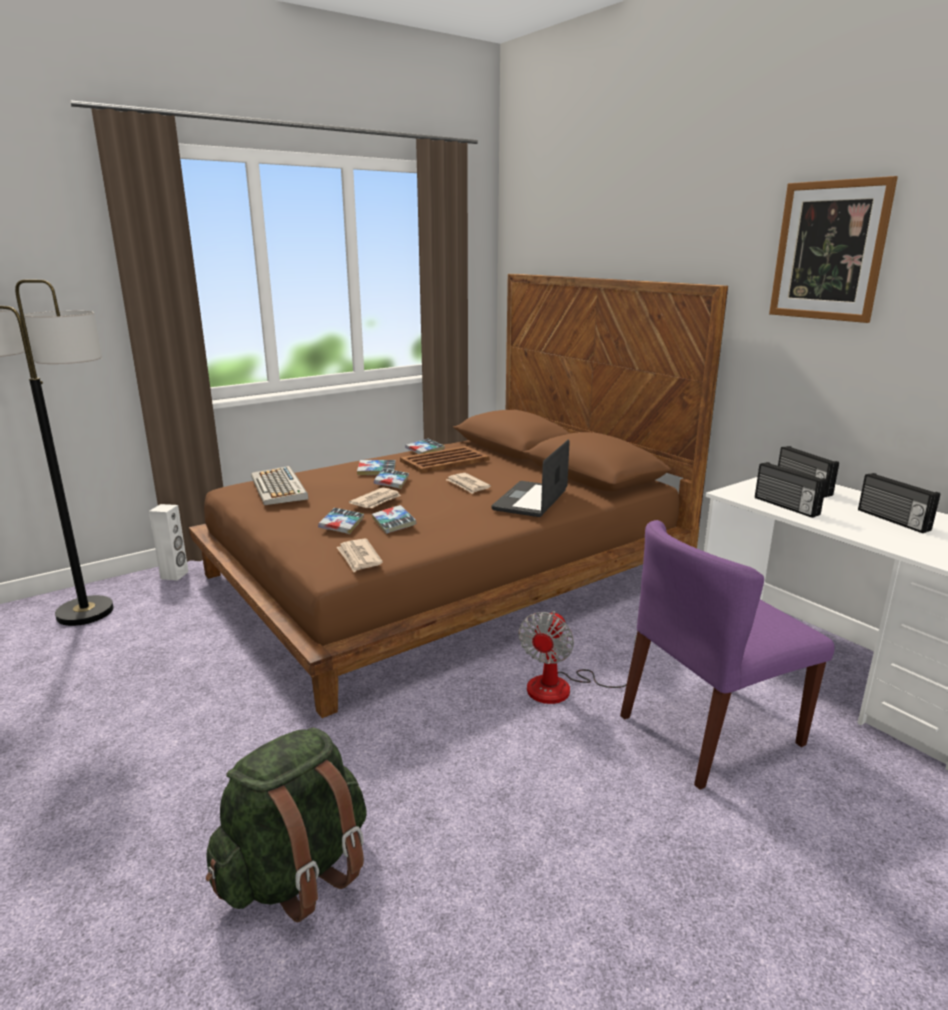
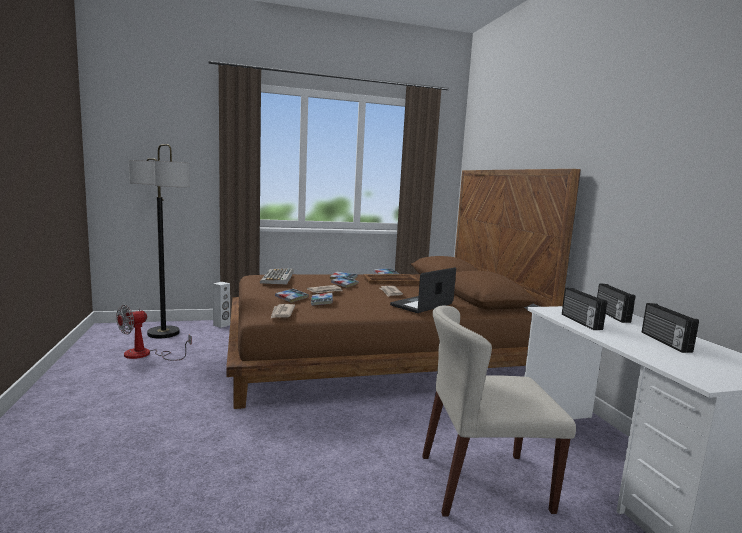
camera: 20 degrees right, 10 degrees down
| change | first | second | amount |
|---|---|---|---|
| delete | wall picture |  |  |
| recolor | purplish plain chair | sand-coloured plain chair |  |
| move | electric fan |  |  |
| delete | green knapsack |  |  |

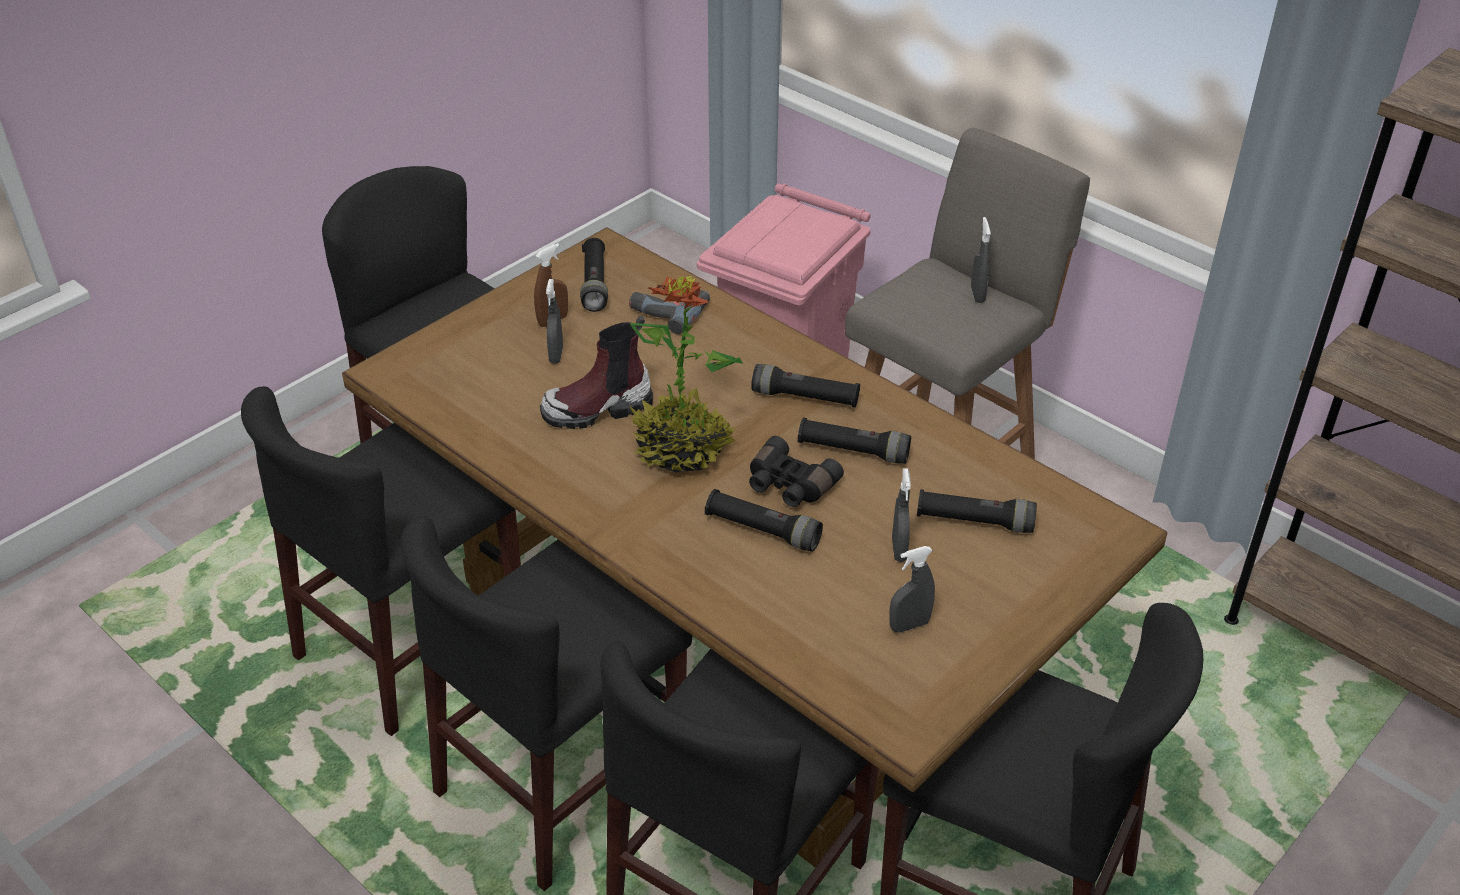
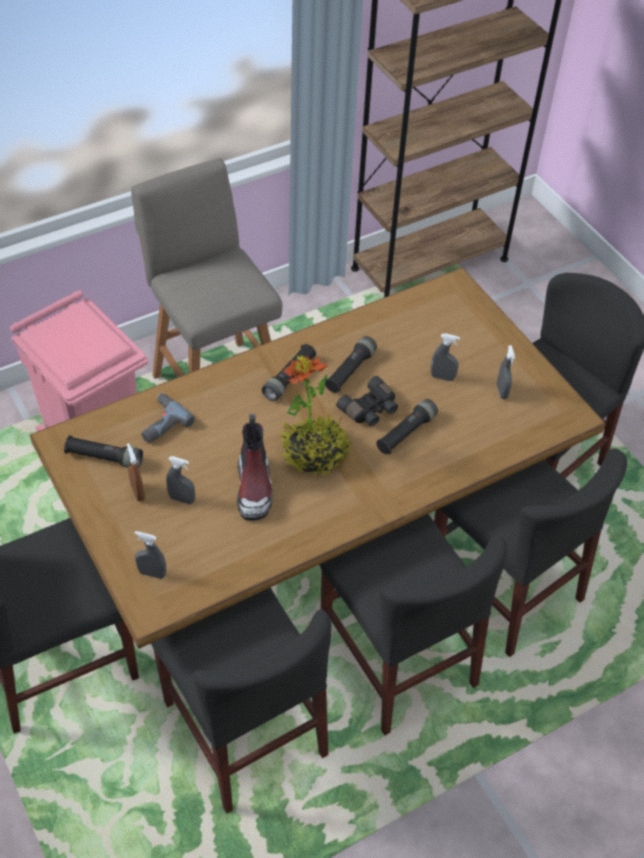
camera: 75 degrees left, 10 degrees up
| change | first | second | amount |
|---|---|---|---|
| move | greyish hand sprayer (4th from left in the first image) | greyish hand sprayer (1st from left) |  |
| delete | blackish torch (5th from left) |  |  |

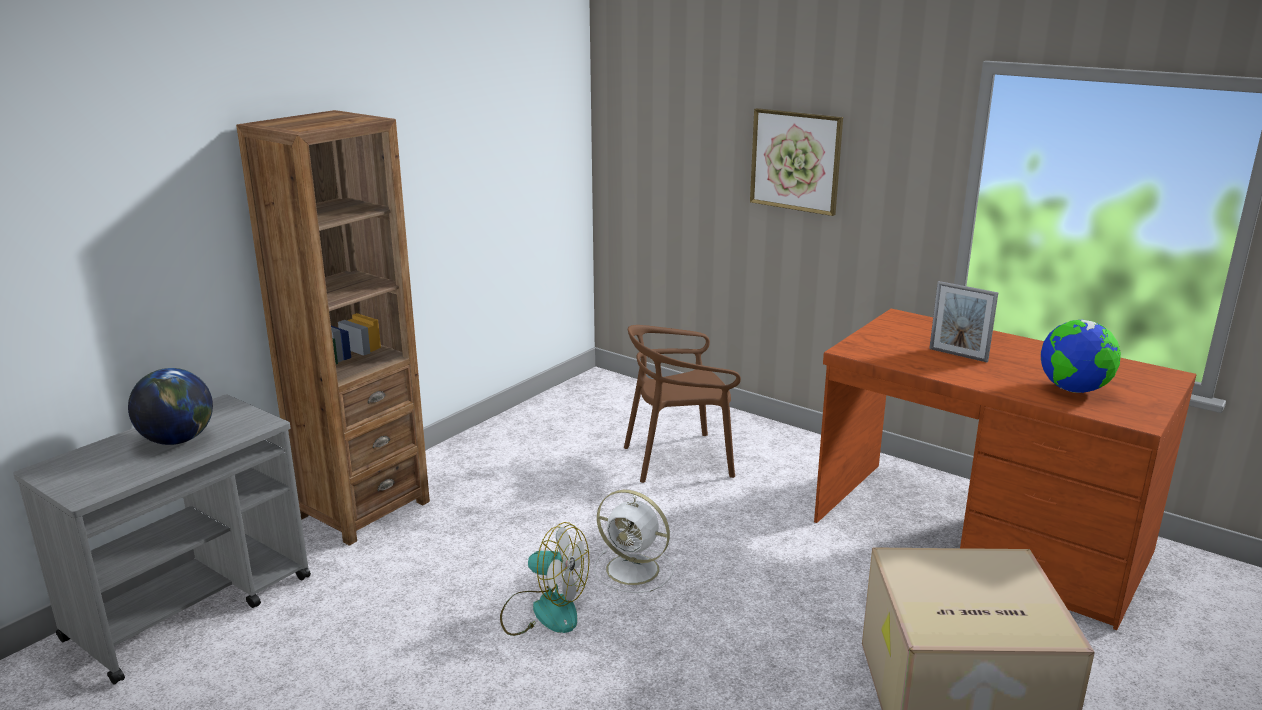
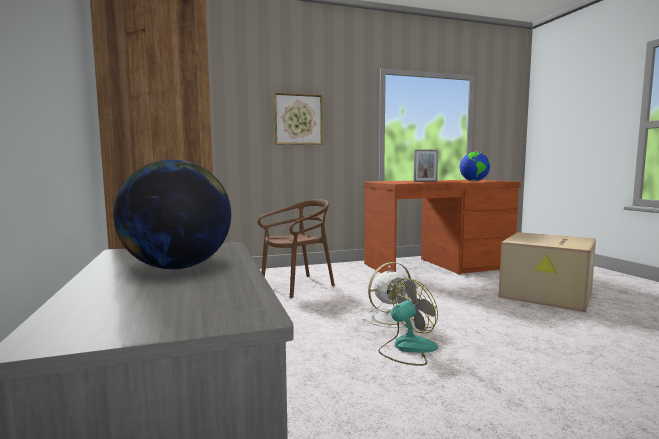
camera: 55 degrees left, 15 degrees down
| change | first | second | amount |
|---|---|---|---|
| rotate | brownish plain chair |  | 150 degrees counterclockwise |

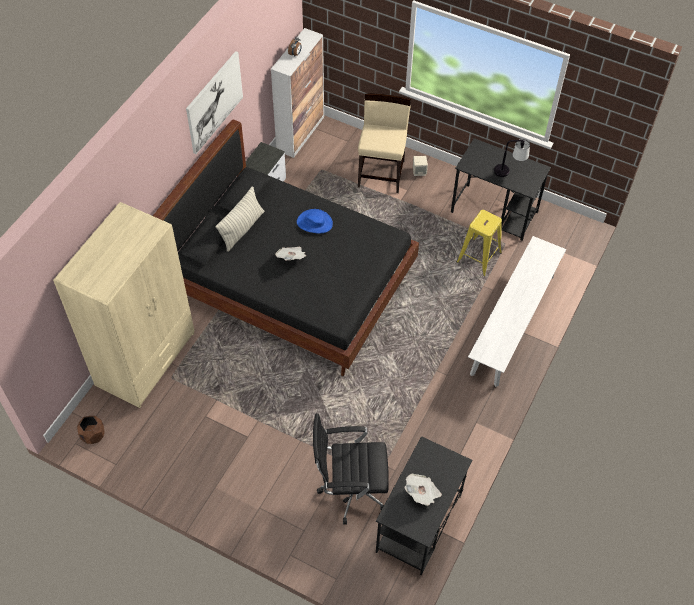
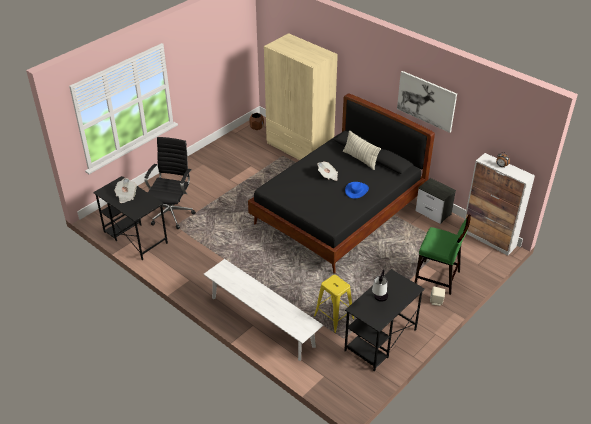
camera: 105 degrees right, 15 degrees down
| change | first | second | amount |
|---|---|---|---|
| recolor | sand-coloured plain chair | green plain chair |  |

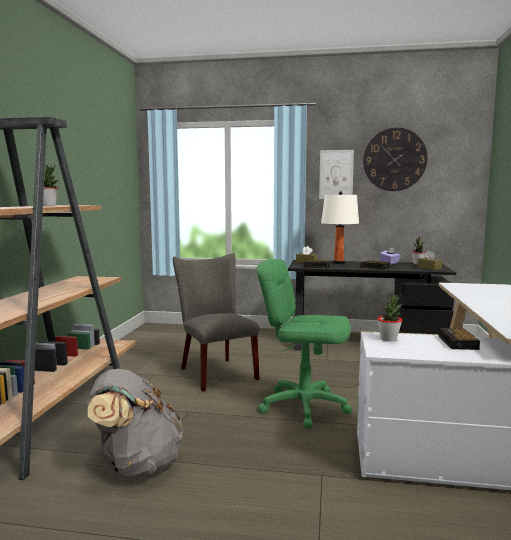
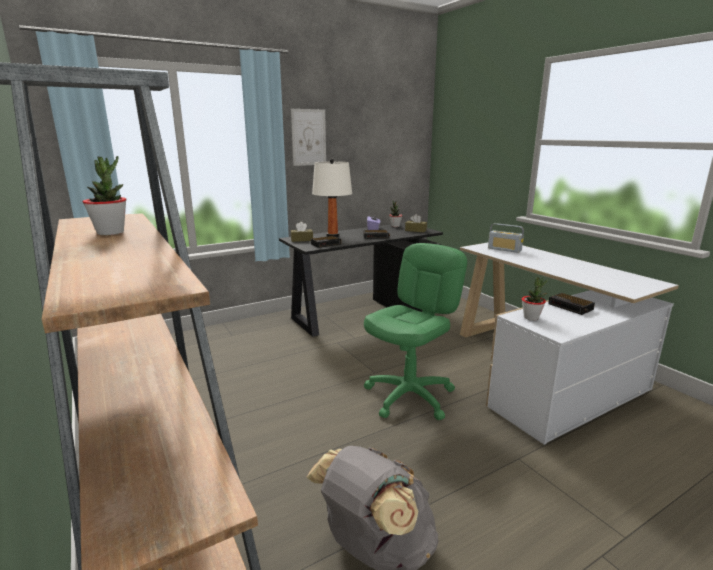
camera: 40 degrees left, 10 degrees up
| change | first | second | amount |
|---|---|---|---|
| delete | clock on the wall |  |  |
| delete | greyish plain chair |  |  |
| rotate | green desk chair |  | 150 degrees clockwise |
| insert |  | radio |  |

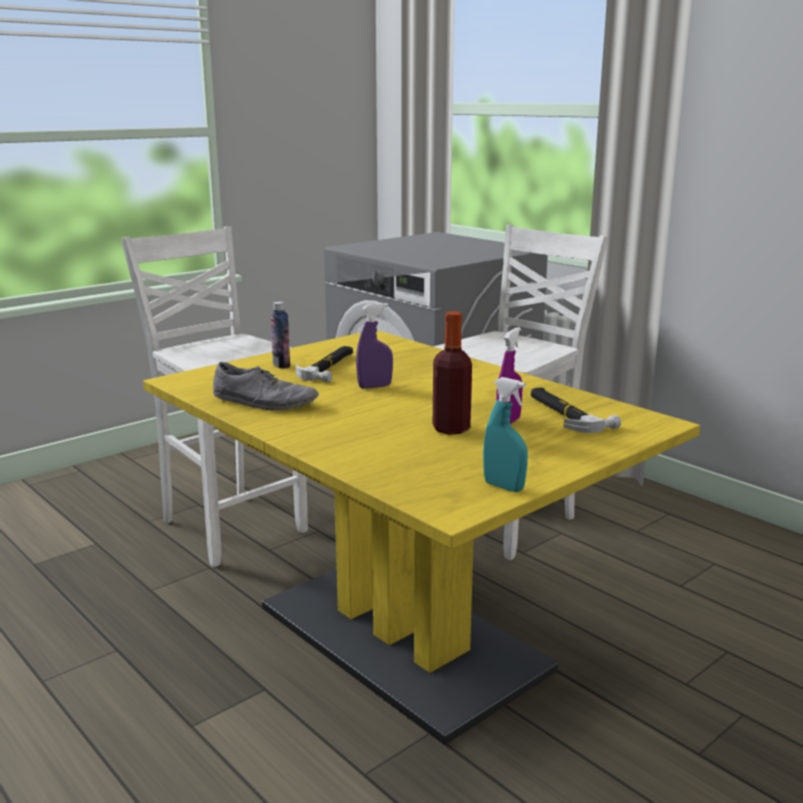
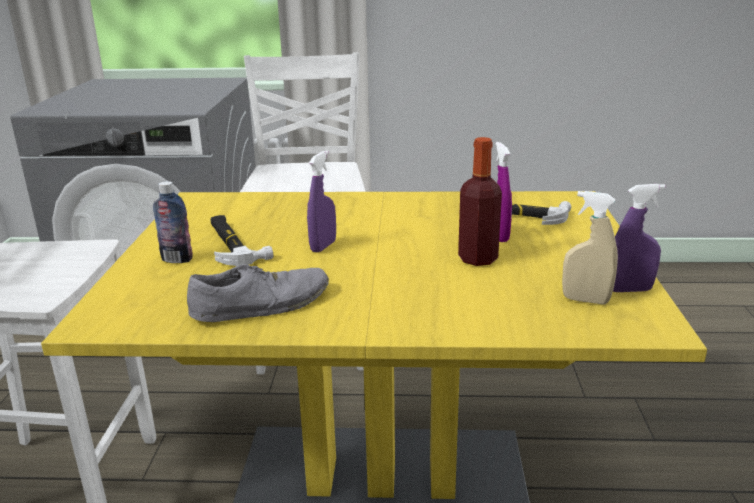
camera: 45 degrees left, 5 degrees up
| change | first | second | amount |
|---|---|---|---|
| recolor | turquoise hand sprayer | purplish hand sprayer (3rd from left) |  |
| insert |  | sand-coloured hand sprayer |  |

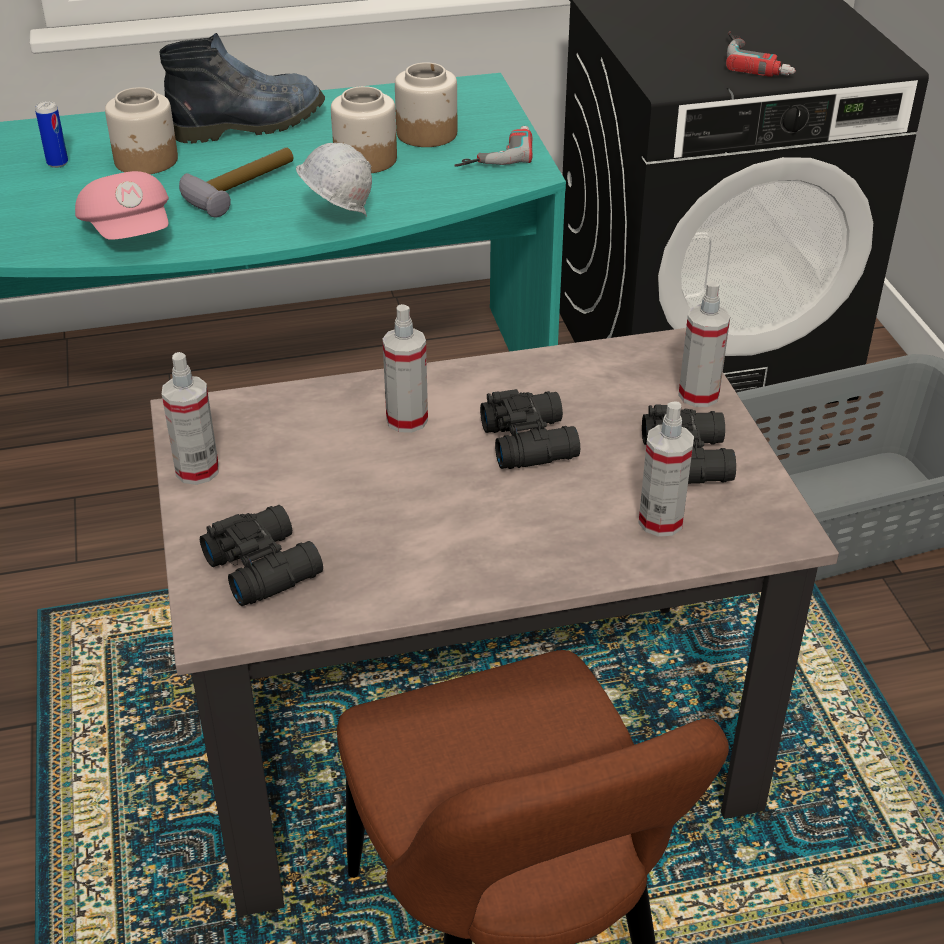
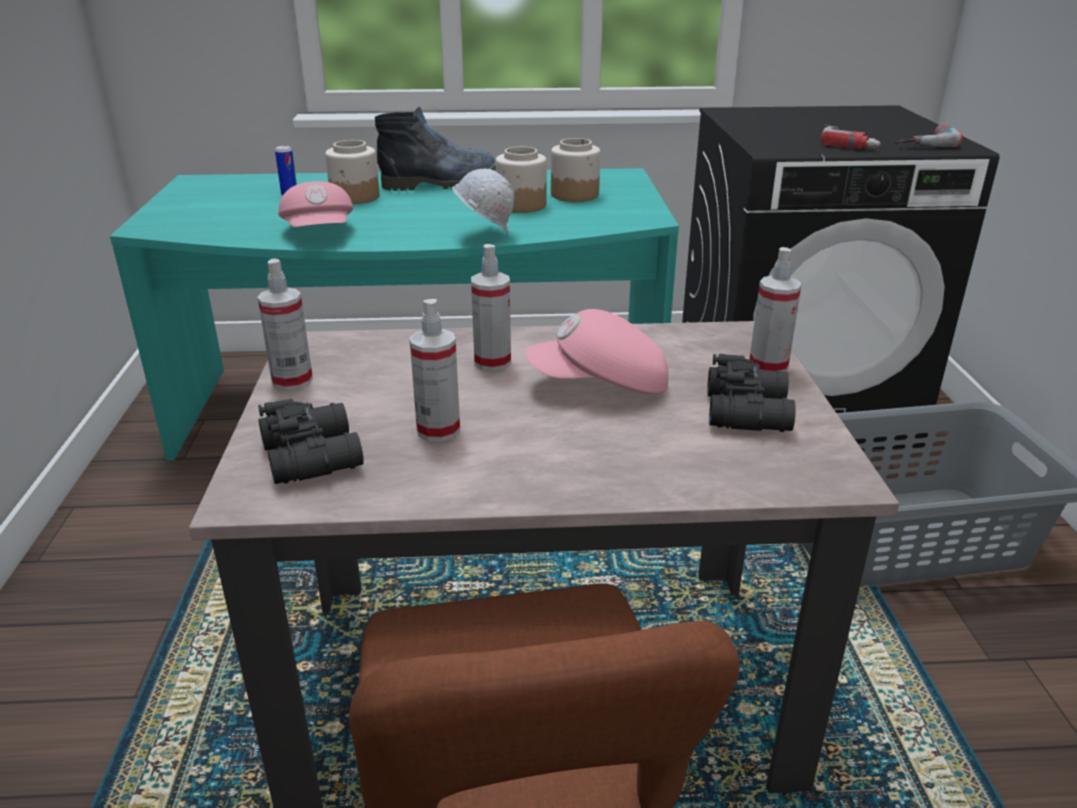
camera: 10 degrees right, 10 degrees down
| change | first | second | amount |
|---|---|---|---|
| move | electric drill (1st from left in the first image) | electric drill (2nd from left) |  |
| delete | hammer |  |  |
| replace | blackish pair of binoculars (2nd from left) | pink baseball cap (2nd from left) |  |
| move | hand sprayer (3rd from left in the first image) | hand sprayer (2nd from left) |  |

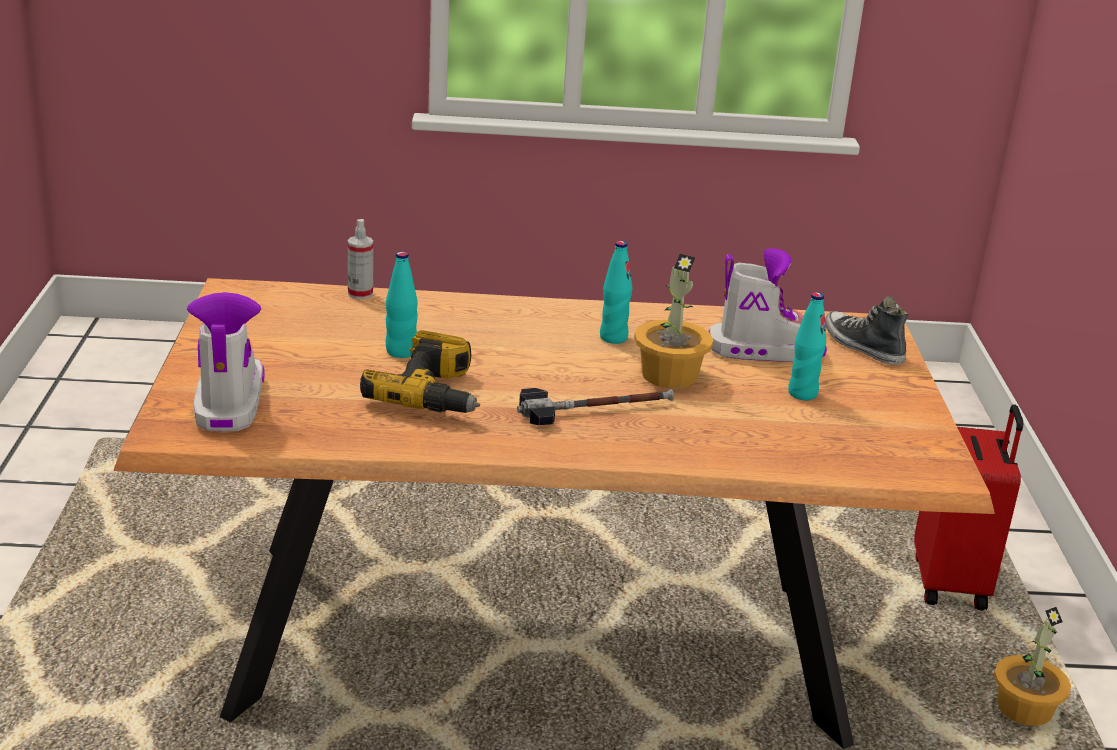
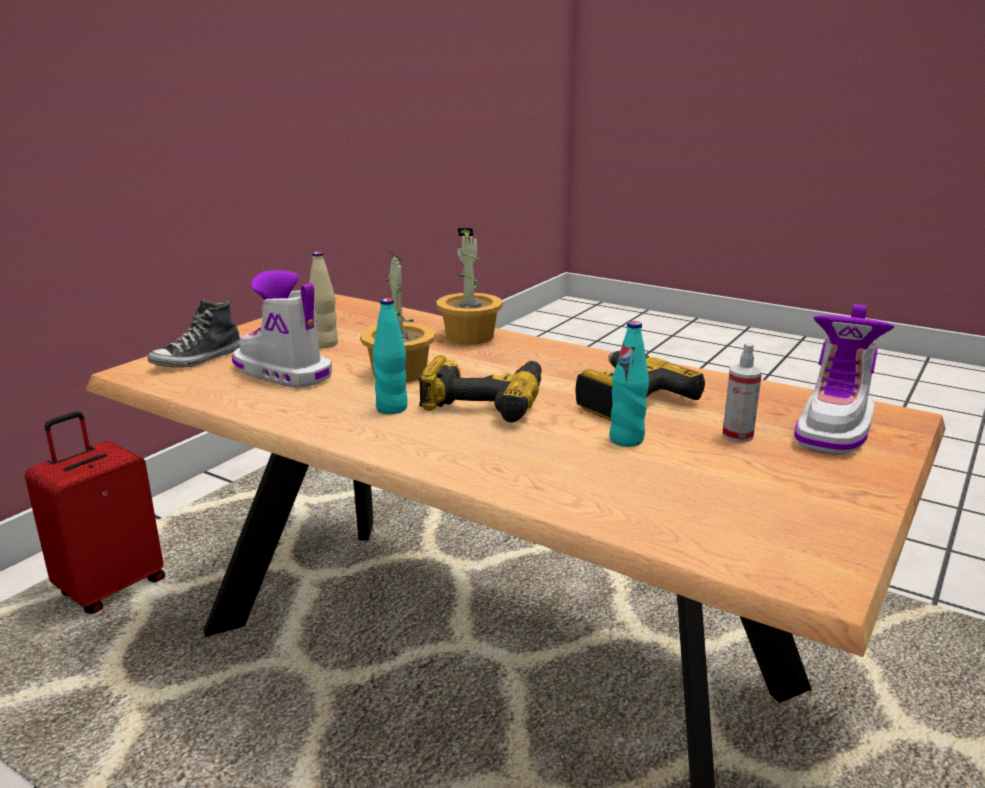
camera: 145 degrees left, 5 degrees down
| change | first | second | amount |
|---|---|---|---|
| move | hand sprayer |  |  |
| recolor | turquoise beverage bottle (3rd from left) | sand-coloured beverage bottle |  |
| rotate | shoe |  | 45 degrees clockwise |
| delete | hammer |  |  |
| move | houseplant (2nd from left) |  |  |
| insert |  | electric drill (1st from left) |  |

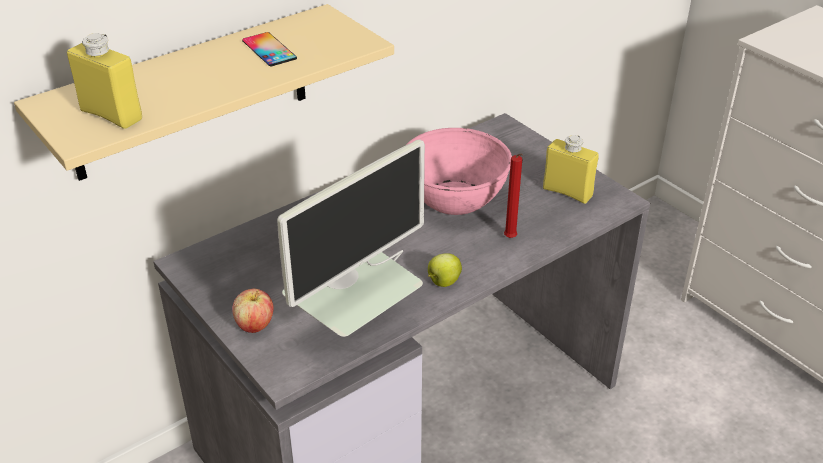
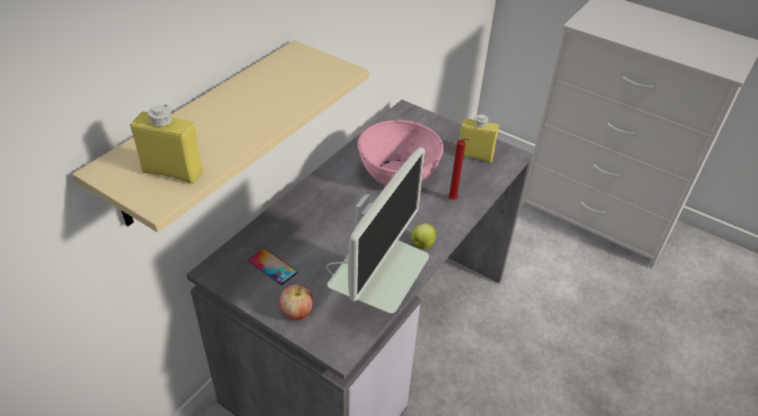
camera: 20 degrees left, 5 degrees up
| change | first | second | amount |
|---|---|---|---|
| move | handset |  |  |

